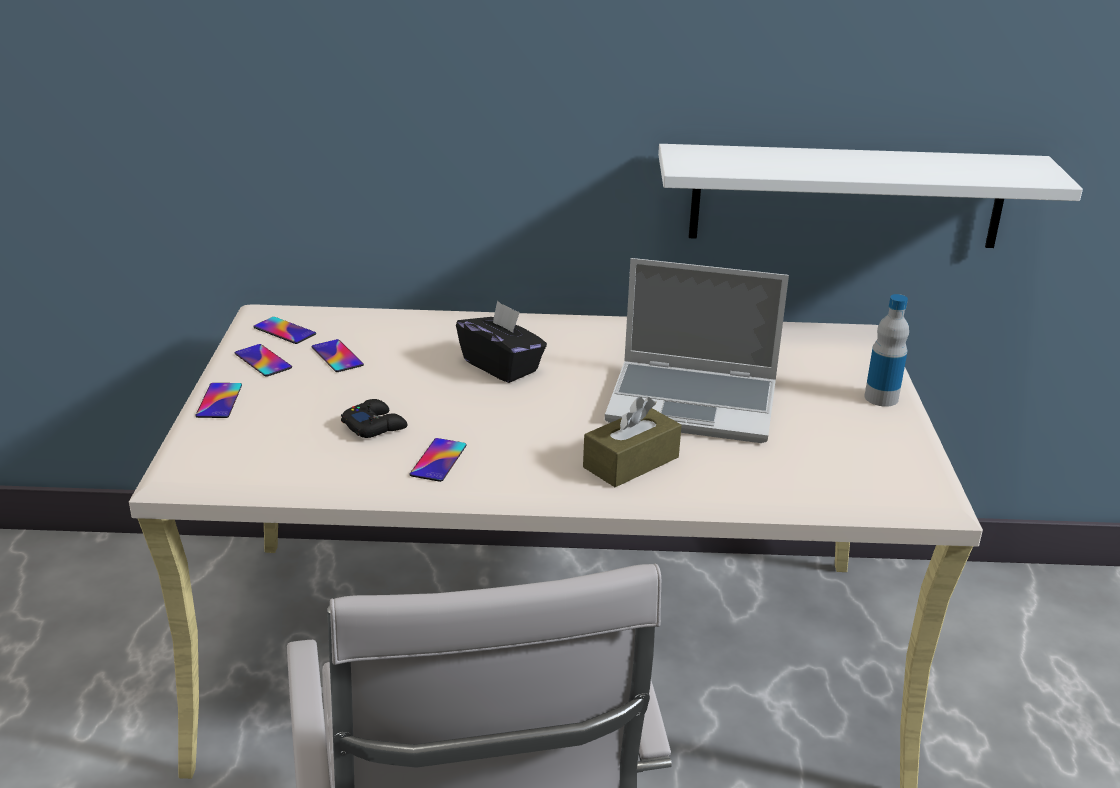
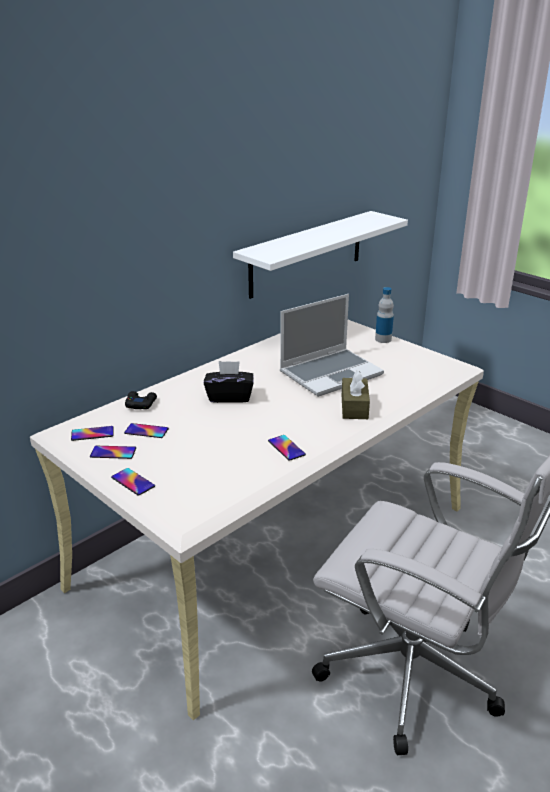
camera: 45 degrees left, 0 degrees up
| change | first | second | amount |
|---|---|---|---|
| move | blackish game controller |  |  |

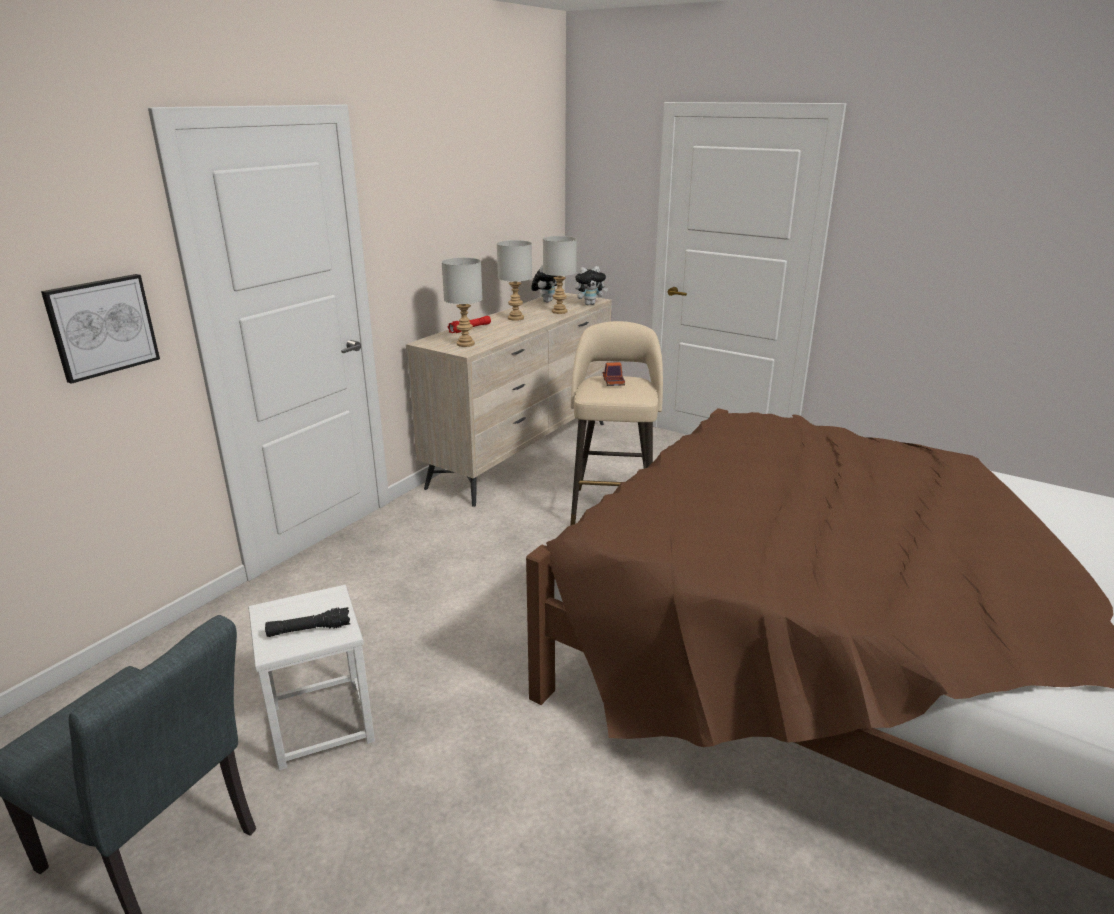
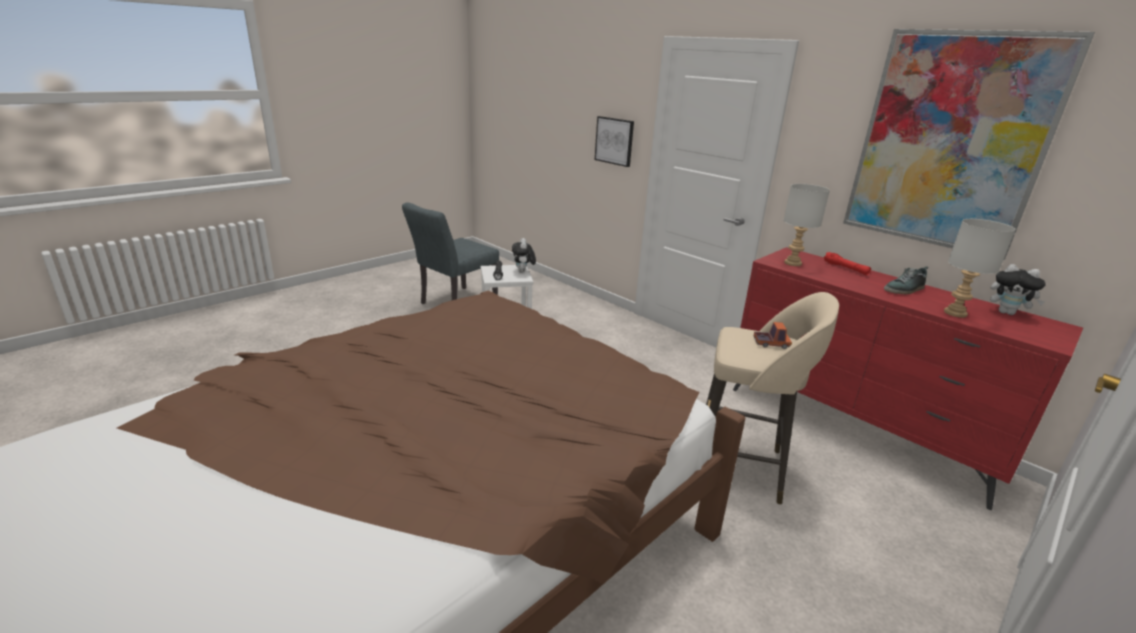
camera: 100 degrees right, 0 degrees up
| change | first | second | amount |
|---|---|---|---|
| replace | greyish lamp for a table (2nd from left) | shoe |  |
| move | soft toy (2nd from left in the first image) | soft toy (1st from left) |  |
| recolor | sand-coloured chest of drawers | reddish chest of drawers |  |
| insert |  | wall picture (2nd from left) |  |

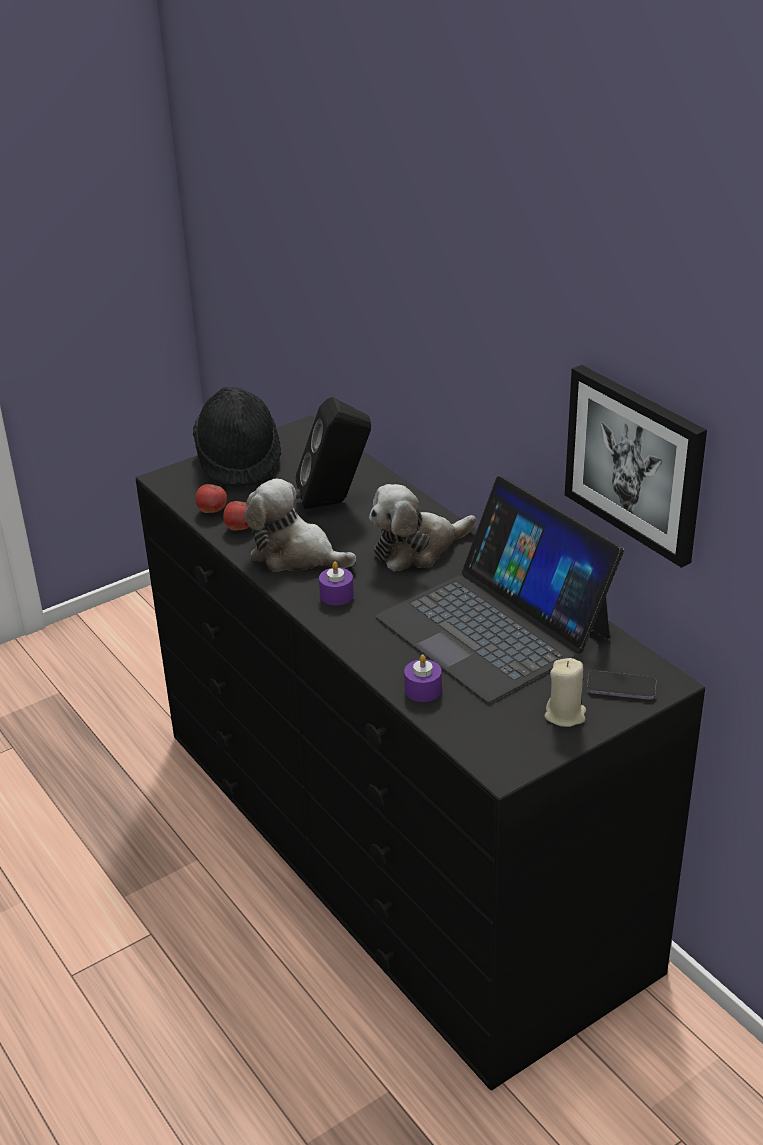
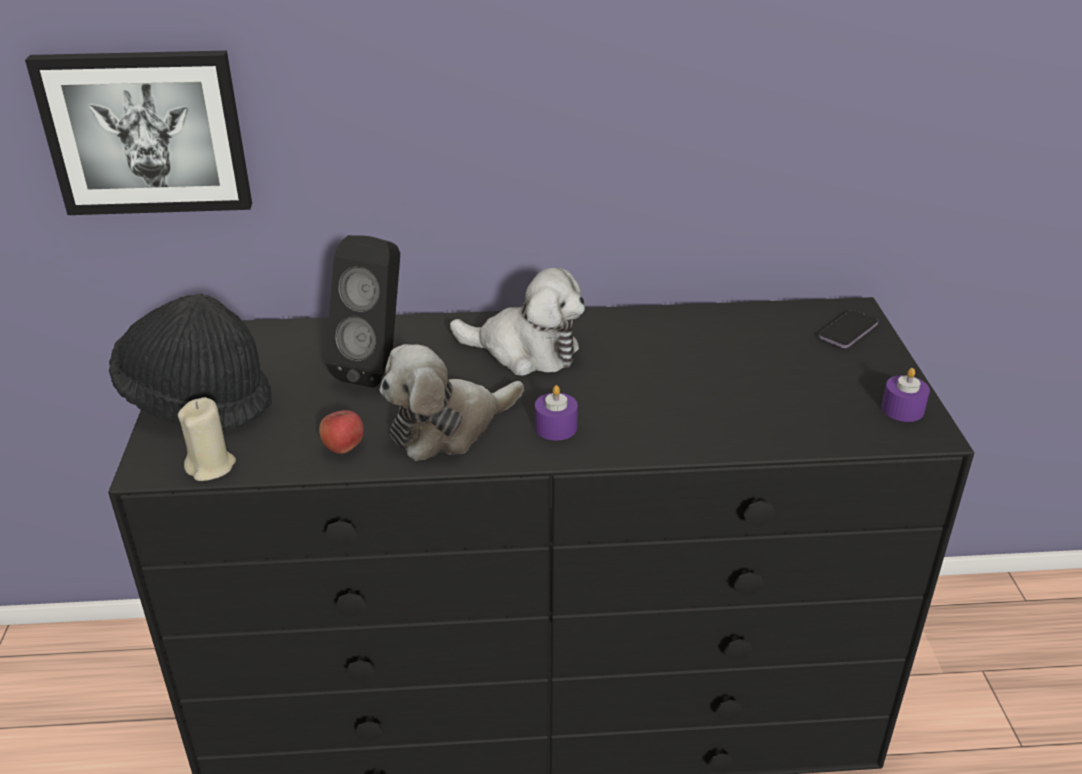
camera: 60 degrees left, 0 degrees up
| change | first | second | amount |
|---|---|---|---|
| move | wall picture |  |  |
| delete | portable computer |  |  |
| delete | apple fruit (1st from left) |  |  |
| rotate | soft toy (2nd from left) |  | 75 degrees counterclockwise |
| move | purplish wax light (2nd from left) |  |  |
| move | sand-coloured wax light |  |  |

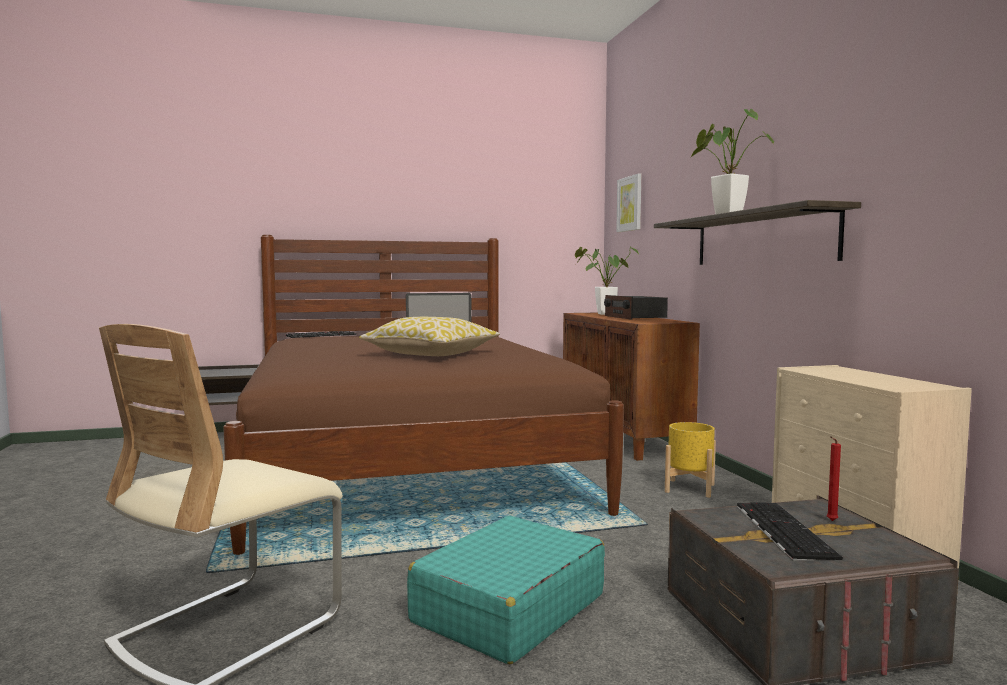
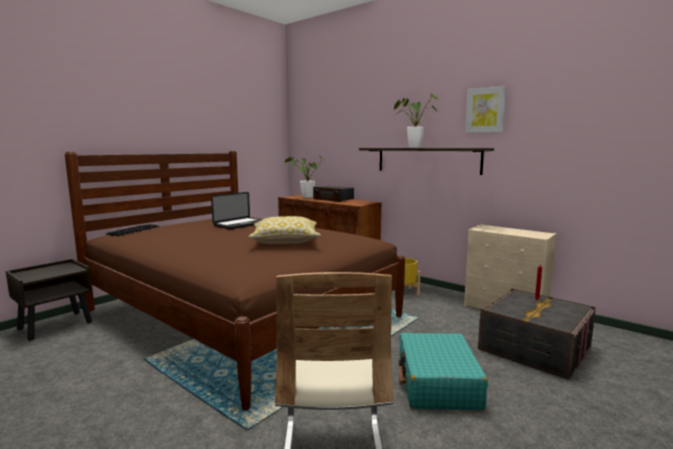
camera: 35 degrees left, 5 degrees up
| change | first | second | amount |
|---|---|---|---|
| move | wall picture |  |  |
| delete | computer keyboard (2nd from left) |  |  |

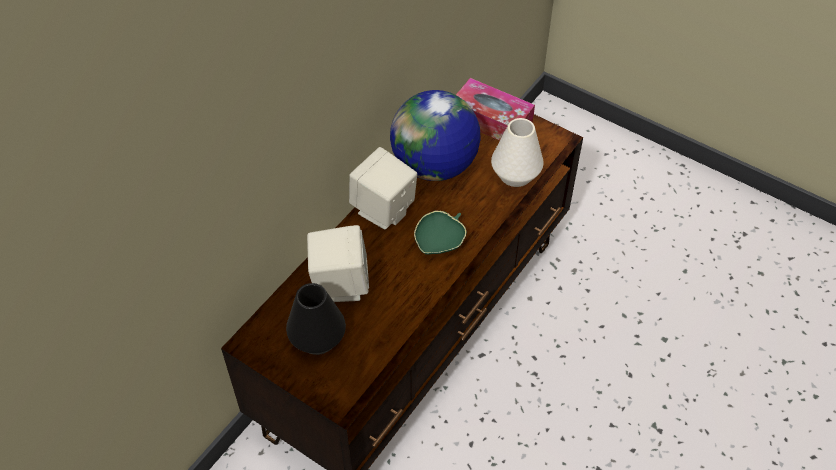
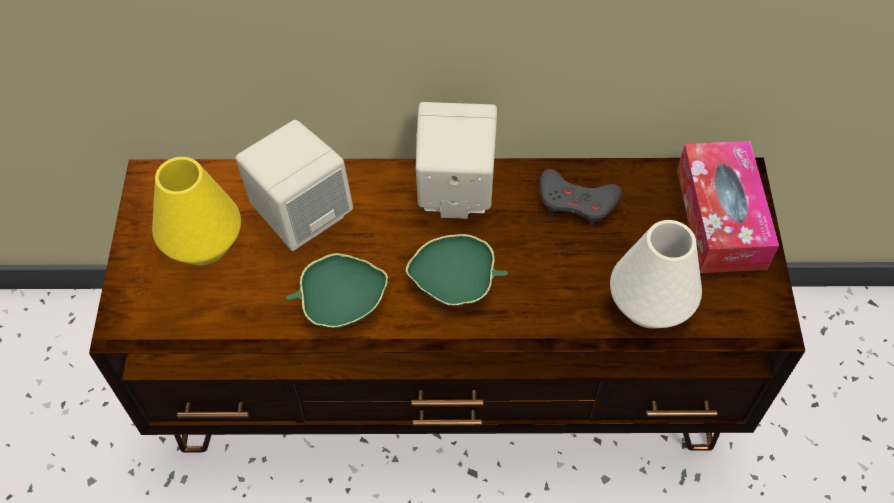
camera: 55 degrees right, 5 degrees up
| change | first | second | amount |
|---|---|---|---|
| replace | desk globe | greyish game controller |  |
| recolor | blackish vase | yellow-coloured vase |  |
| insert |  | green bowl (1st from left) |  |

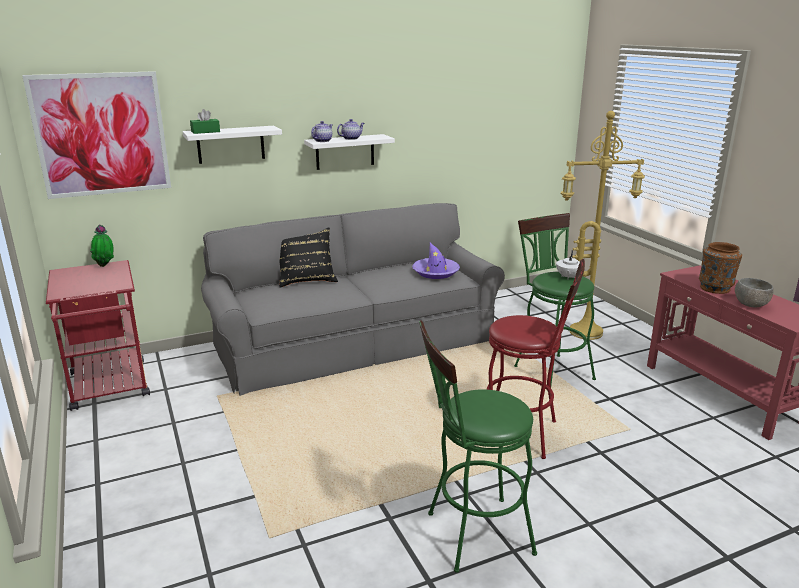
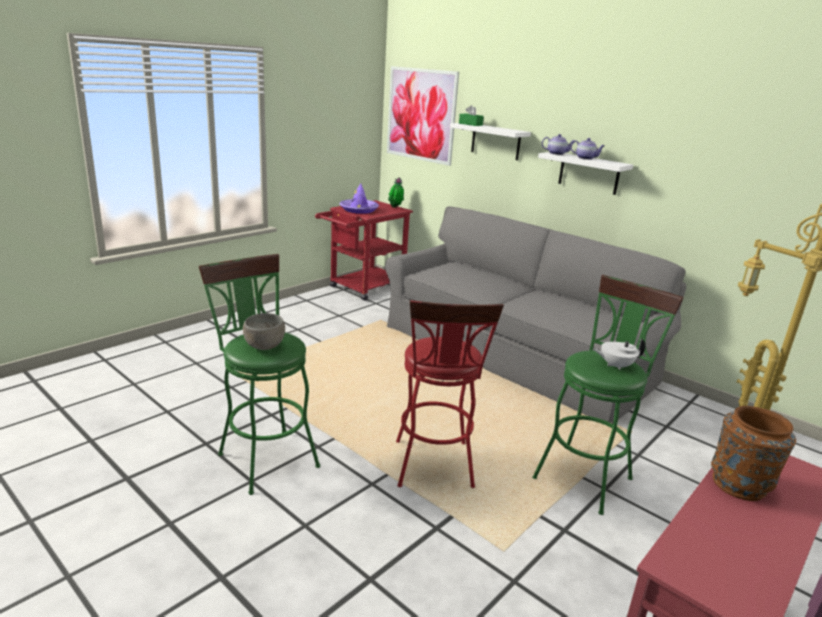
camera: 65 degrees right, 0 degrees up
| change | first | second | amount |
|---|---|---|---|
| delete | blackish throw pillow |  |  |
| move | purplish hat |  |  |
| move | greyish bowl |  |  |

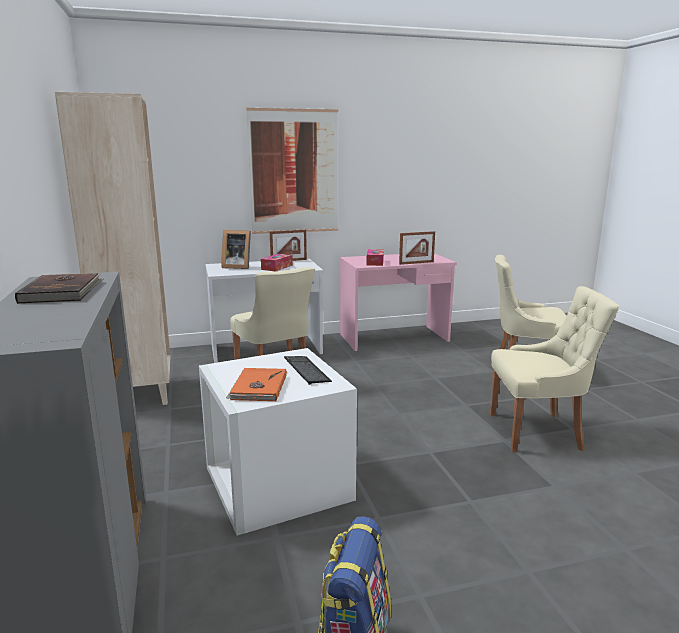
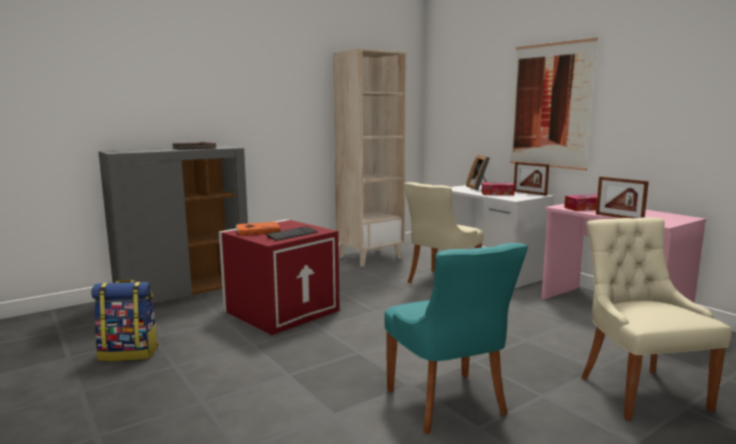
camera: 70 degrees right, 5 degrees down
| change | first | second | amount |
|---|---|---|---|
| recolor | sand-coloured plain chair (3rd from left) | turquoise plain chair |  |
| recolor | white storage bin | reddish storage bin |  |

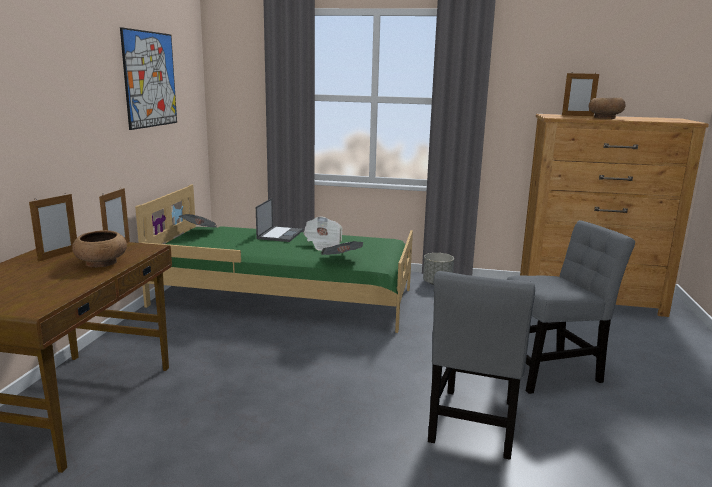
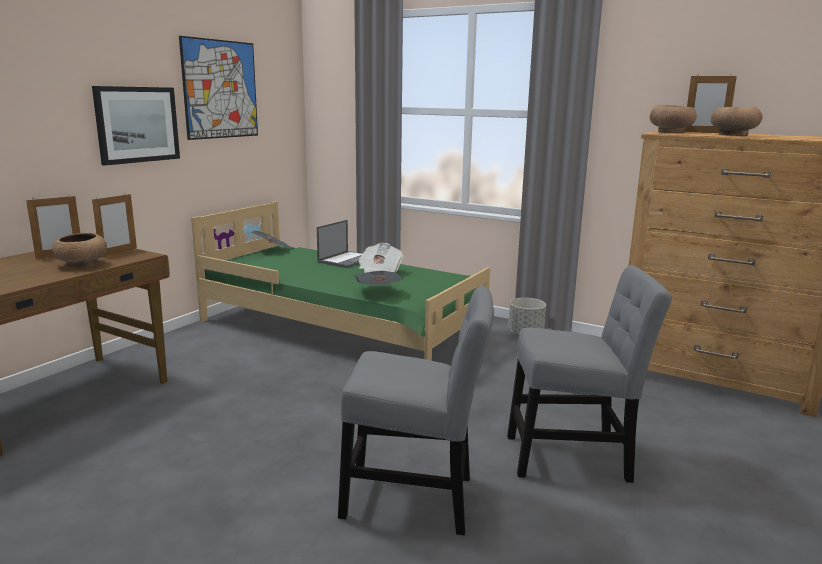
camera: 20 degrees right, 0 degrees up
| change | first | second | amount |
|---|---|---|---|
| rotate | greyish plain chair (1st from left) |  | 120 degrees counterclockwise |
| insert |  | wall picture (1st from left) |  |
| insert |  | brownish bowl (2nd from left) |  |

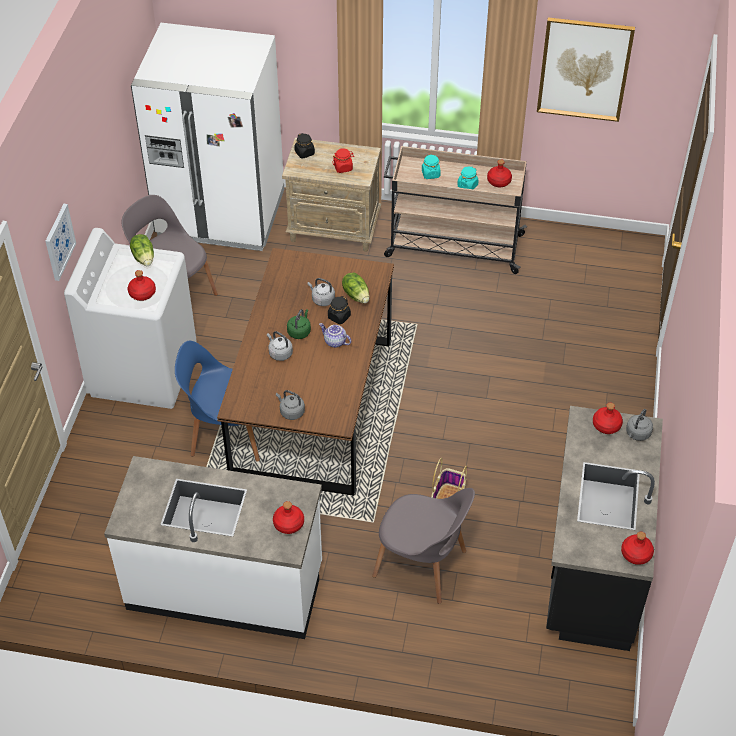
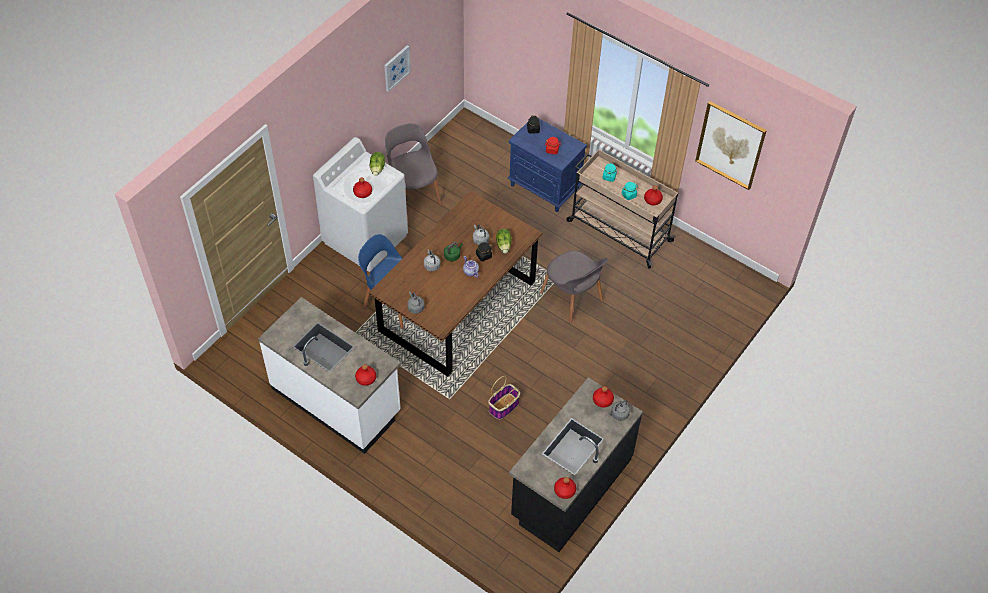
camera: 25 degrees right, 5 degrees up
| change | first | second | amount |
|---|---|---|---|
| delete | white kitchen fridge |  |  |
| recolor | sand-coloured nightstand | blue nightstand |  |
| move | wall picture (1st from left) |  |  |
| move | greyish plain chair (2nd from left) |  |  |

